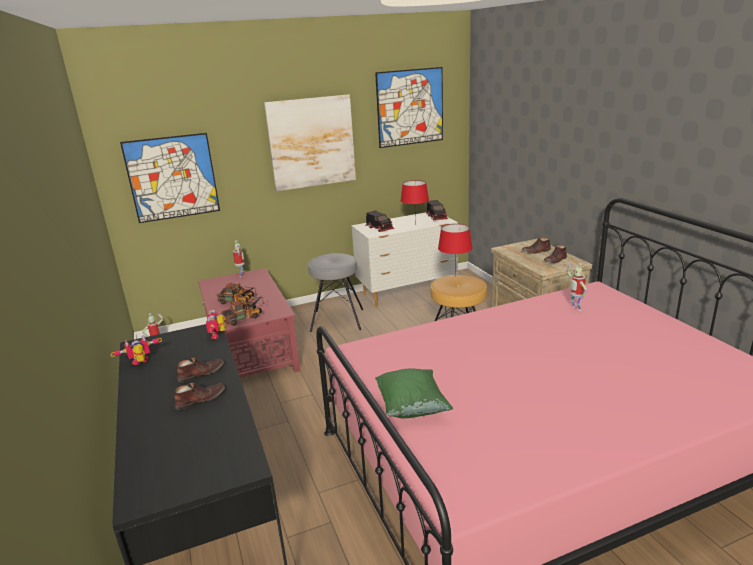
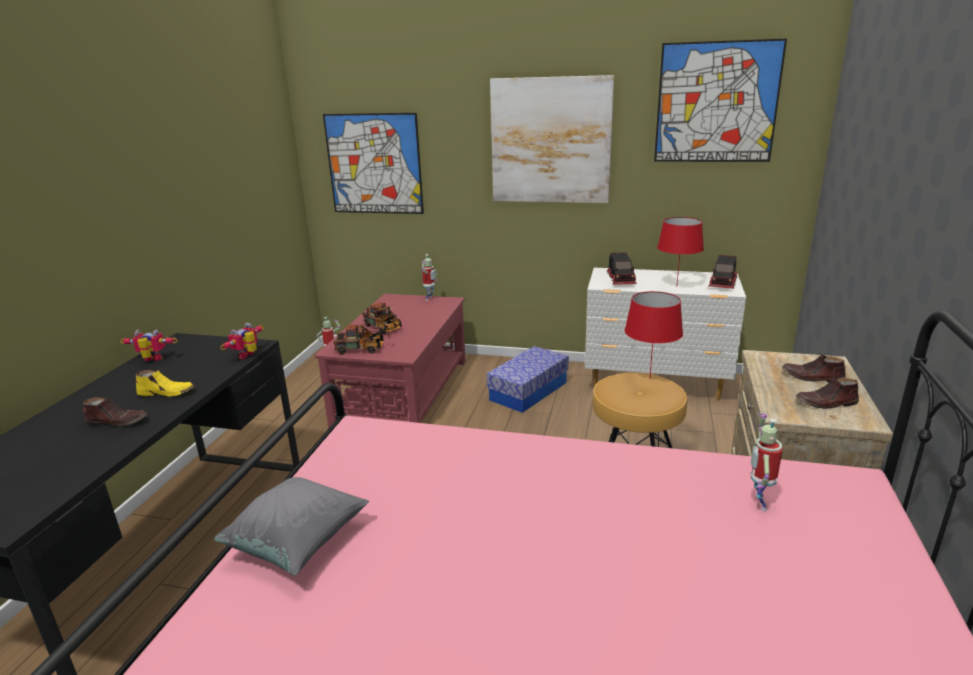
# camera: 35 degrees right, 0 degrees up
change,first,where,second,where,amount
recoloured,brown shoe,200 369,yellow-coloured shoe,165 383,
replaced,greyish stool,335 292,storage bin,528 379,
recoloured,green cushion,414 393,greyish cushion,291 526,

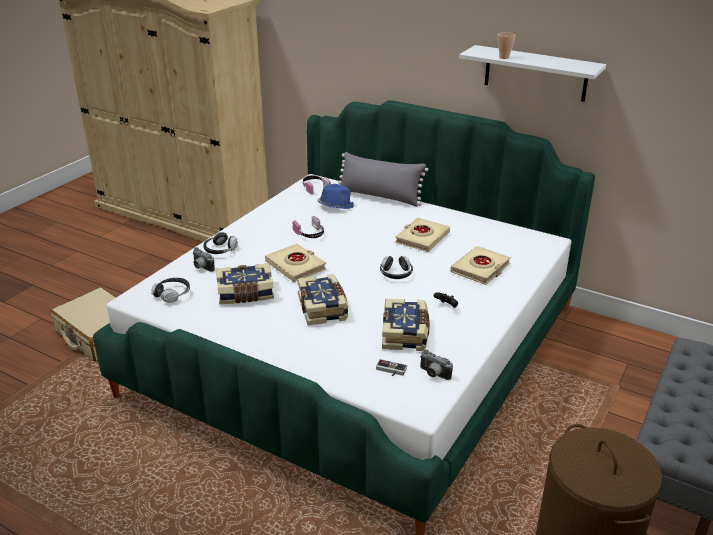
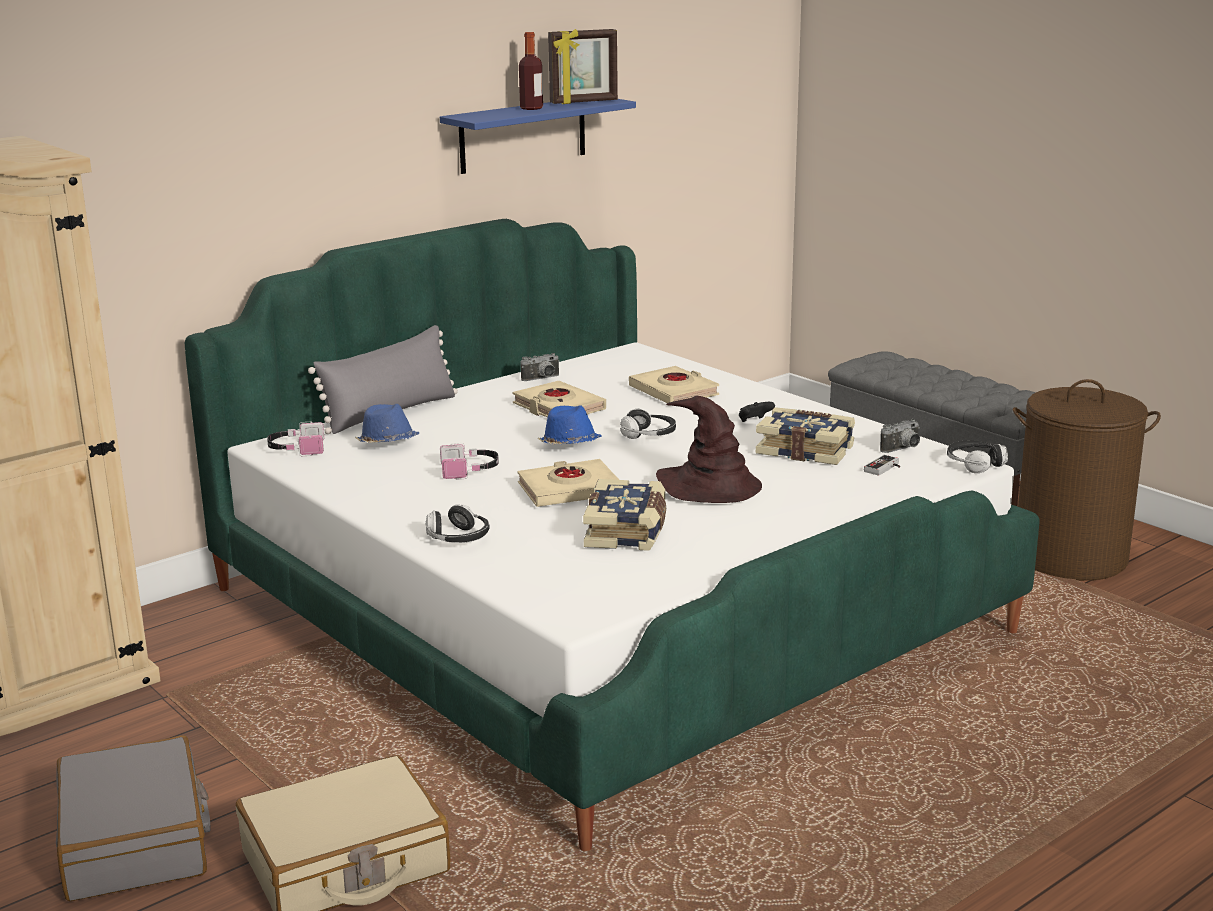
# camera: 70 degrees left, 10 degrees down
change,first,where,second,where,amount
moved,headset,170 290,,977 457,
moved,still camera,204 259,,540 367,
replaced,bound book,322 299,brown clothing hat,709 449,
recoloured,white bracket shelf,532 73,blue bracket shelf,538 136,
removed,small cup,506 45,,,
added,,,greyish suitcase,133 818,
added,,,beverage bottle,531 71,
added,,,blue clothing hat,569 424,
added,,,photo frame,583 66,

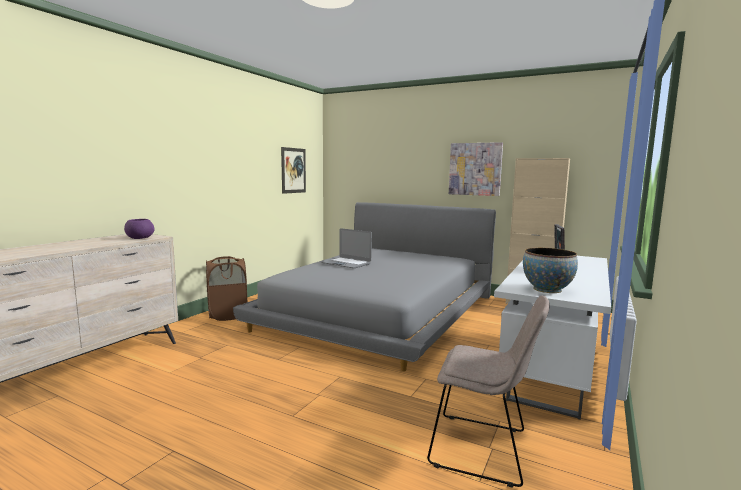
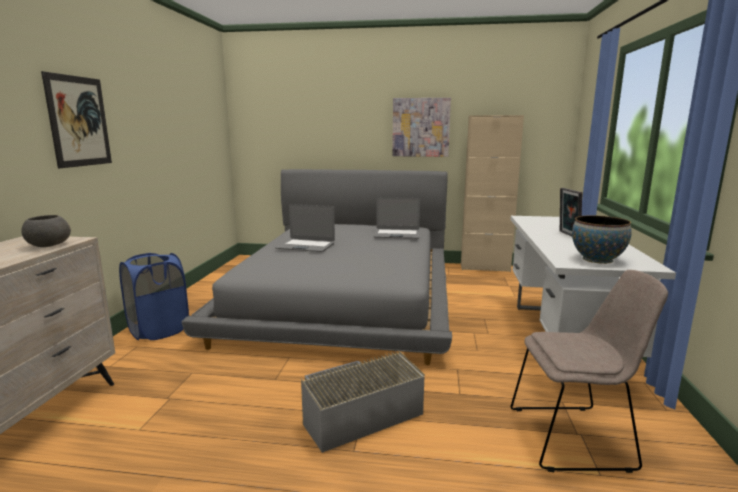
# camera: 20 degrees left, 5 degrees up
change,first,where,second,where,amount
recoloured,purple serving bowl,139 229,greyish serving bowl,46 231,
recoloured,brown washing basket,226 288,blue washing basket,154 296,
moved,wall art,293 170,,76 120,
added,,,greyish storage bin,363 401,
added,,,notebook computer,397 218,

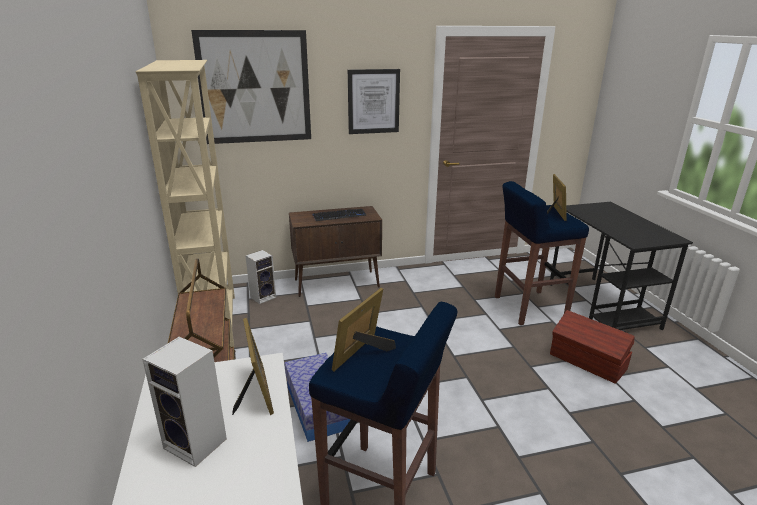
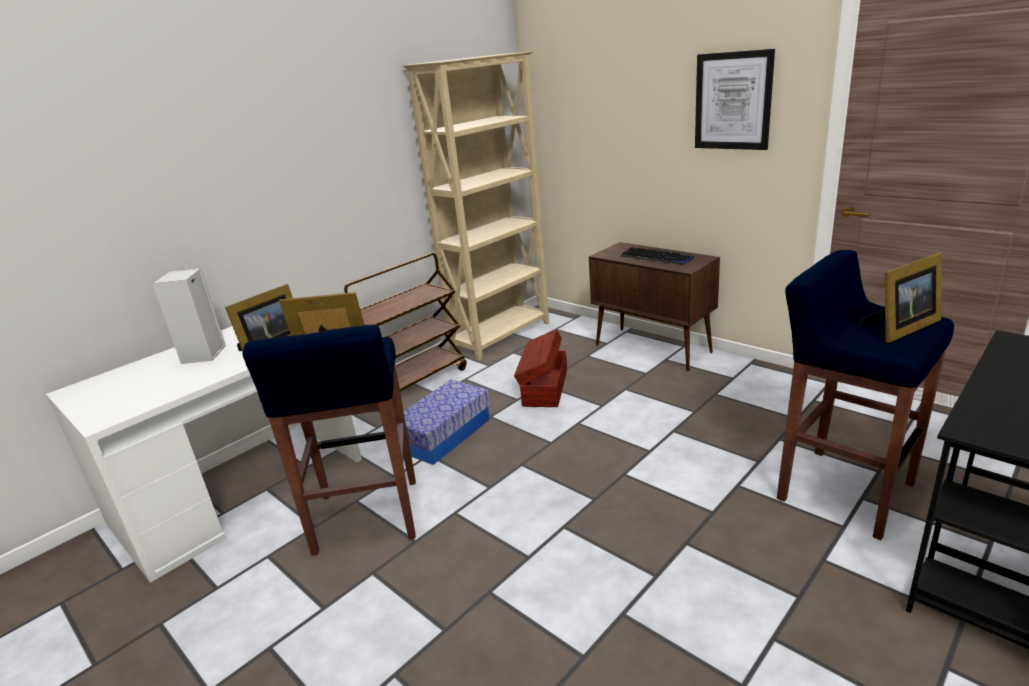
# camera: 60 degrees right, 0 degrees up
change,first,where,second,where,amount
removed,wall art,251 87,,,
removed,audio speaker,260 277,,,
moved,brown storage bin,592 347,,540 368,

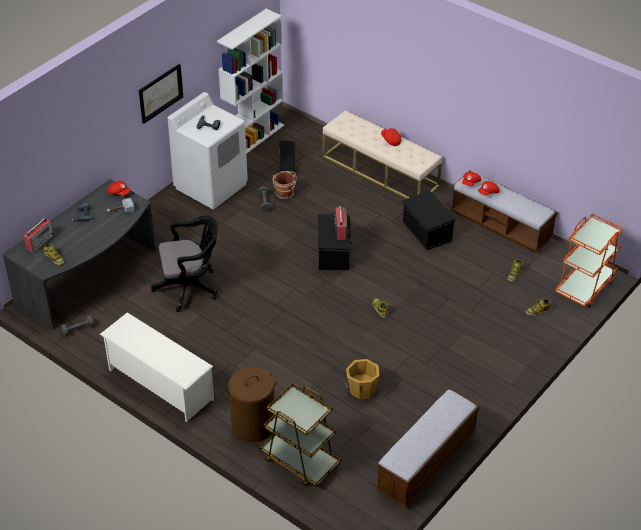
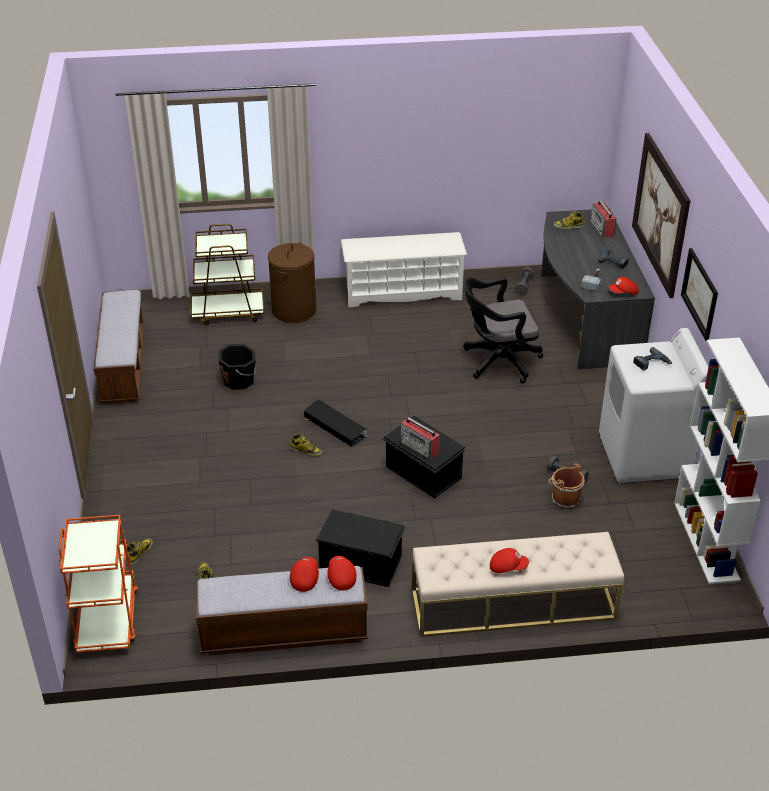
# camera: 135 degrees right, 5 degrees down
change,first,where,second,where,amount
turned,black desk chair,184 263,,503 330,45 degrees clockwise
moved,black storage bin,287 158,,335 423,
recoloured,orange water bucket,363 379,black water bucket,237 367,
added,,,wall art,661 215,

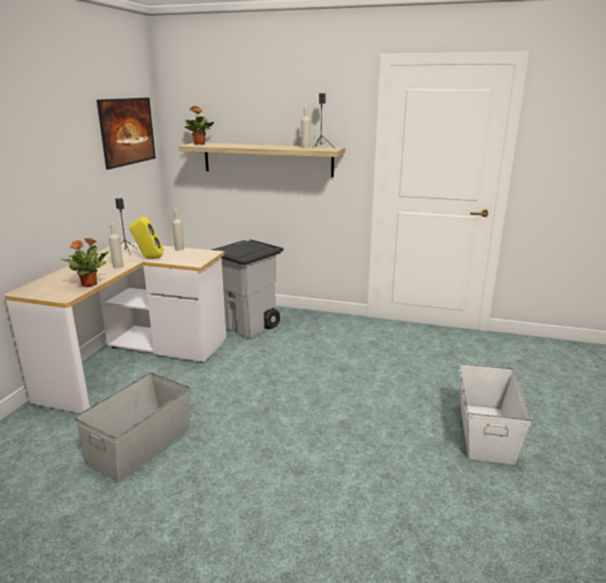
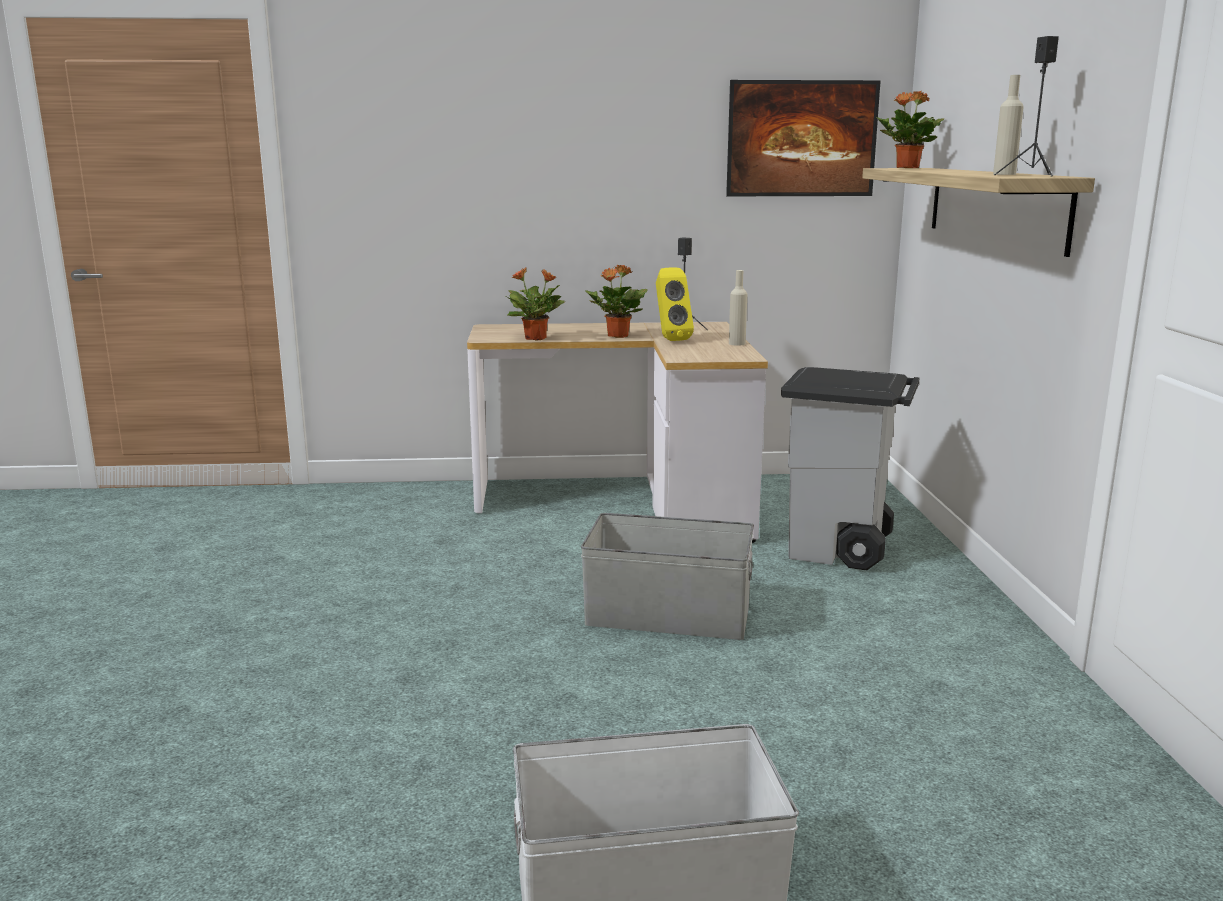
# camera: 70 degrees right, 5 degrees down
change,first,where,second,where,amount
moved,greyish storage bin,132 427,,667 576,
replaced,beige-coloured beverage bottle,116 245,plant in a pot,616 301,

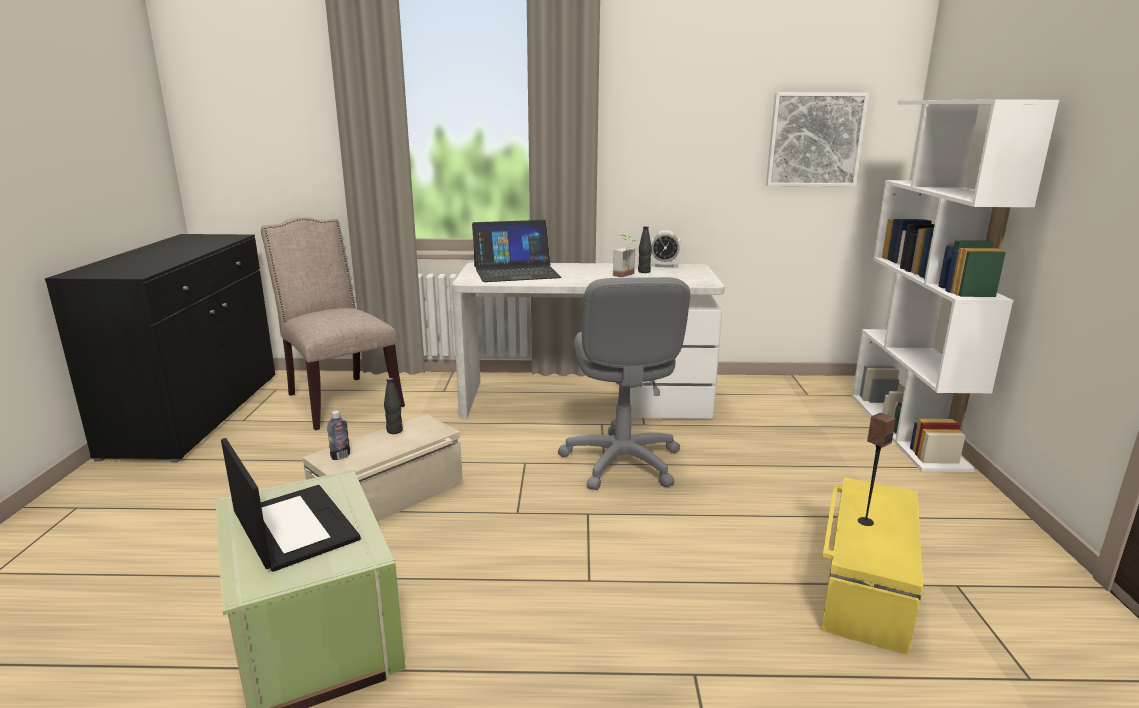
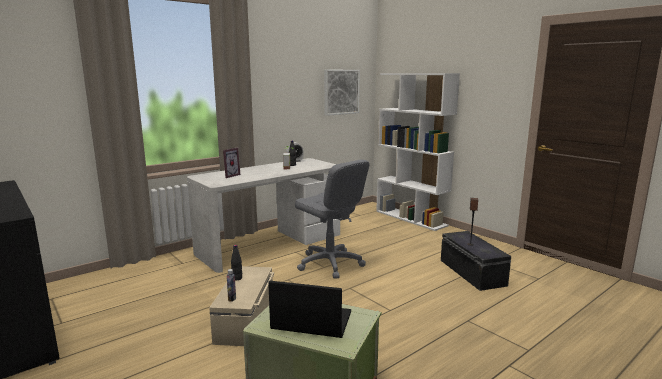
# camera: 40 degrees left, 5 degrees down
change,first,where,second,where,amount
removed,beige-coloured chair,333 323,,,
replaced,notebook computer,516 251,photo frame,231 163,
recoloured,yellow-coloured storage bin,872 566,black storage bin,476 261,

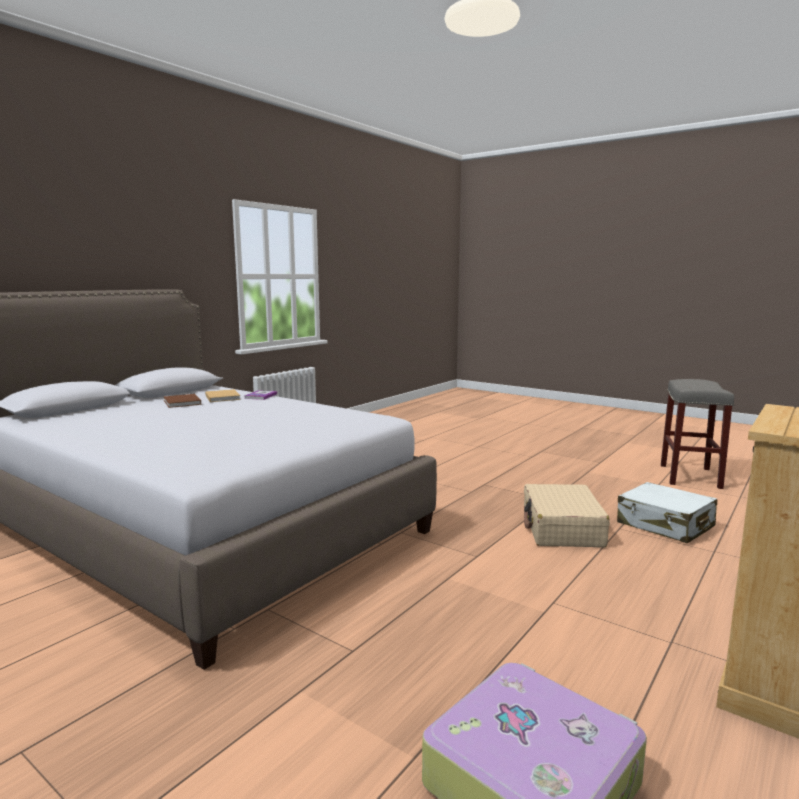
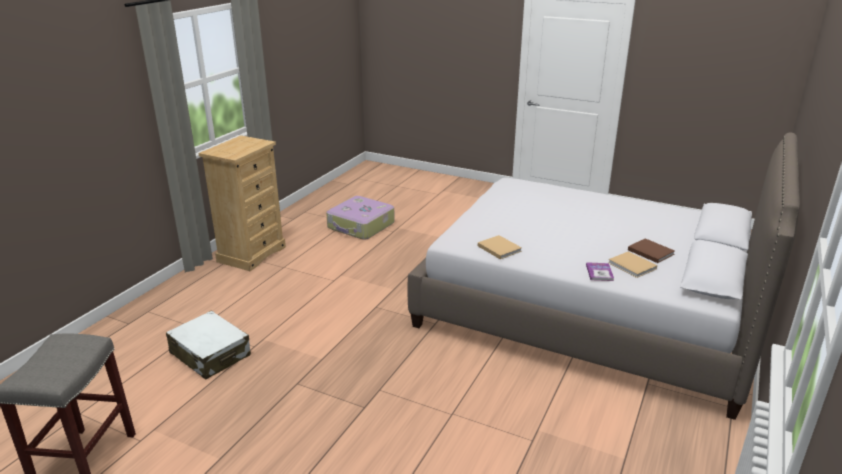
# camera: 170 degrees right, 15 degrees up
change,first,where,second,where,amount
removed,beige-coloured suitcase,567 515,,,
added,,,beige-coloured bound book,500 247,

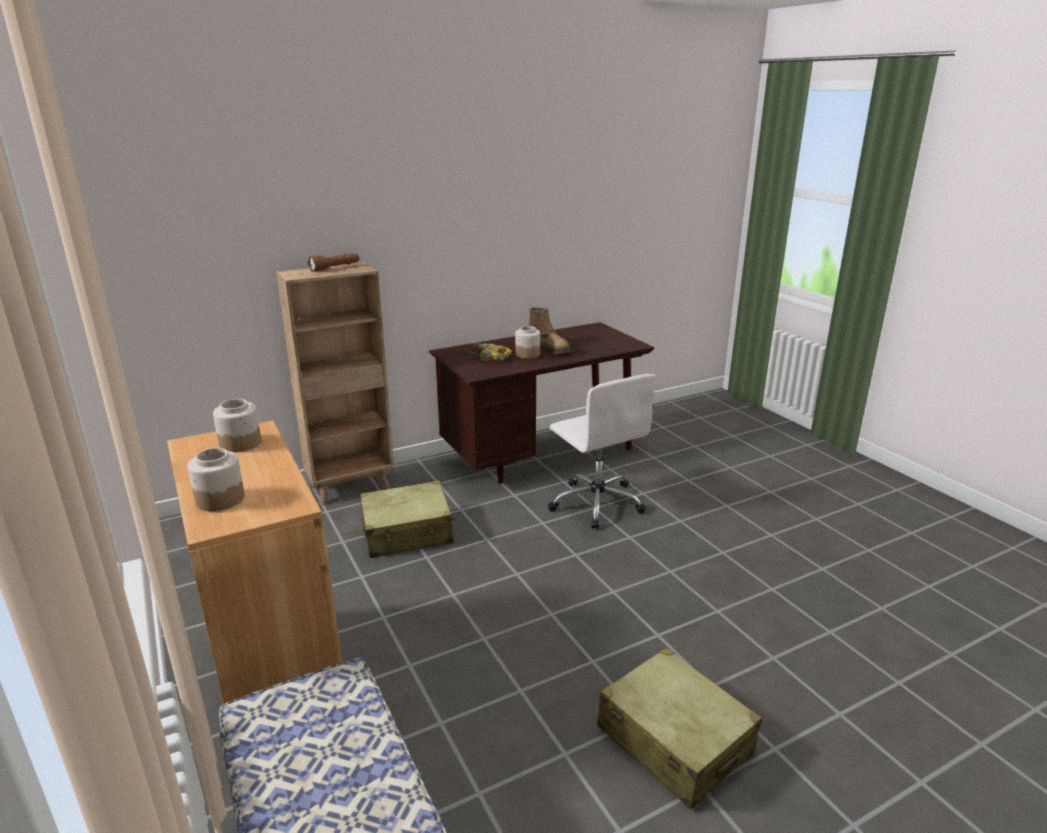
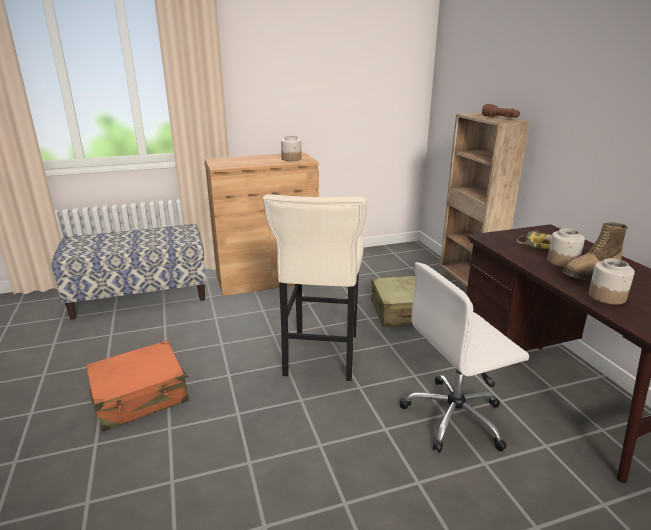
# camera: 100 degrees right, 0 degrees up
change,first,where,second,where,amount
moved,preserve jar,216 479,,611 281,
recoloured,beige-coloured suitcase,679 728,orange suitcase,137 386,
added,,,beige-coloured stool,315 287,

